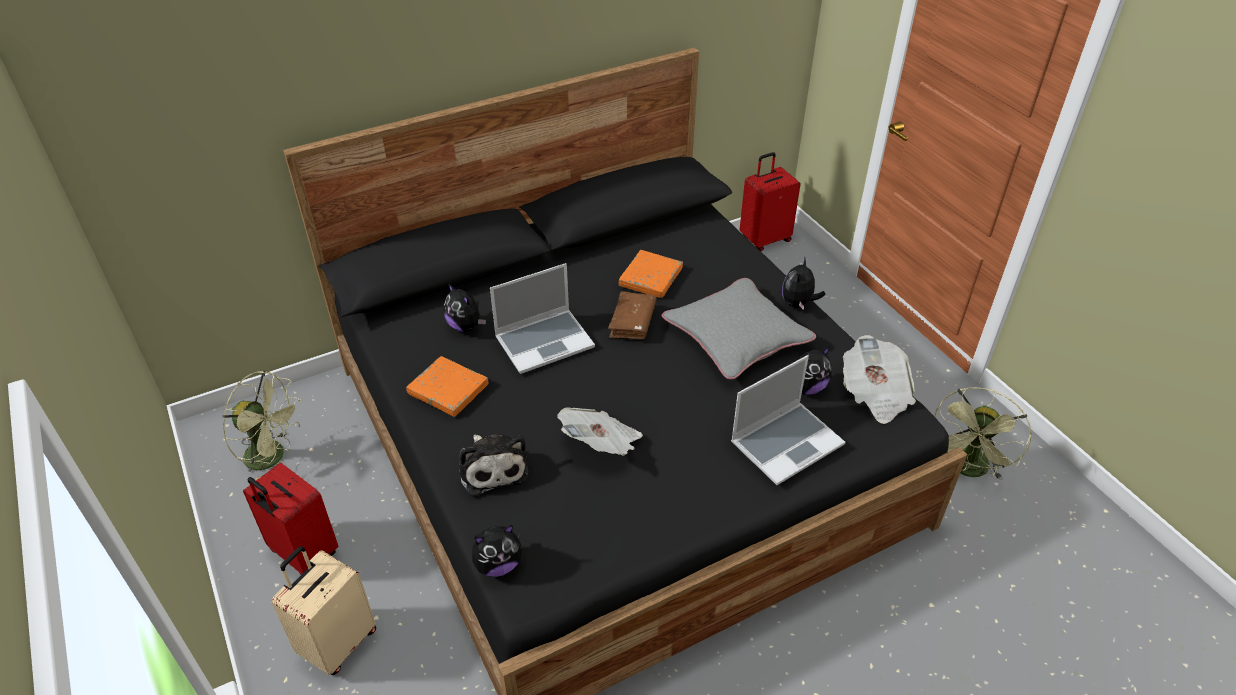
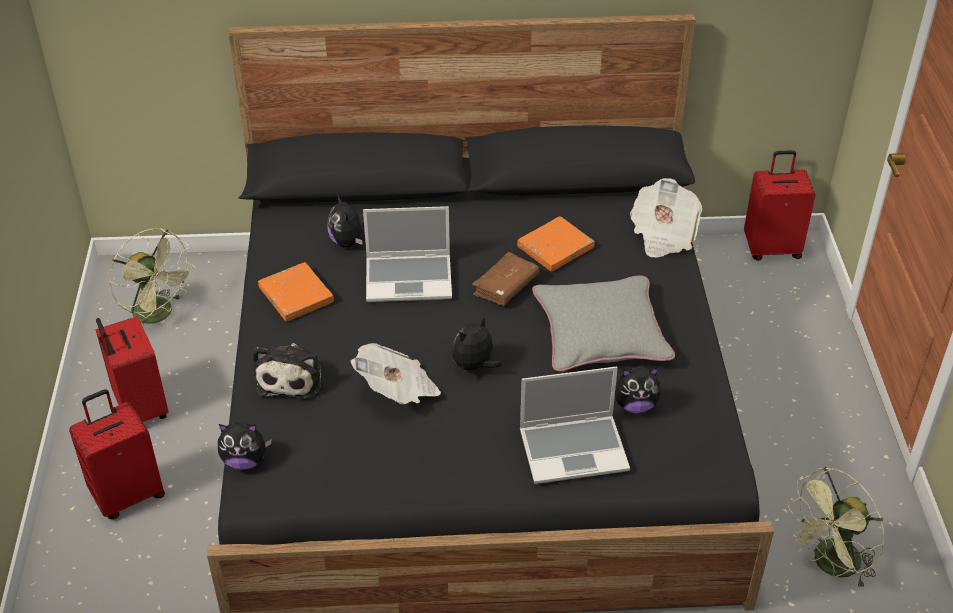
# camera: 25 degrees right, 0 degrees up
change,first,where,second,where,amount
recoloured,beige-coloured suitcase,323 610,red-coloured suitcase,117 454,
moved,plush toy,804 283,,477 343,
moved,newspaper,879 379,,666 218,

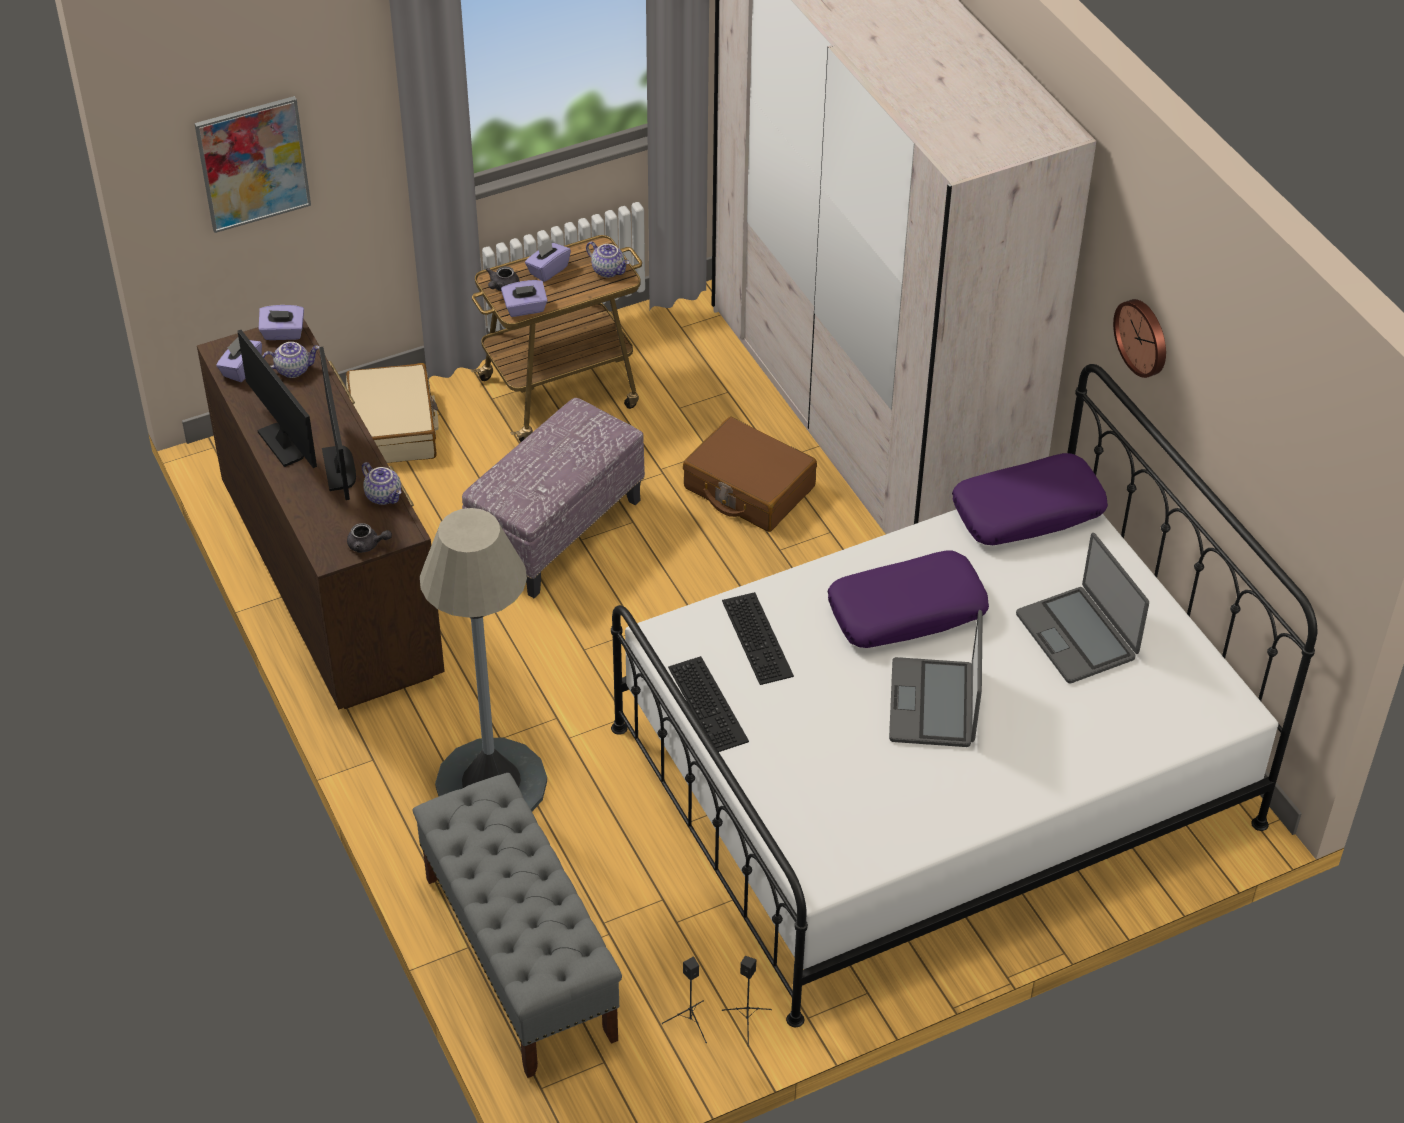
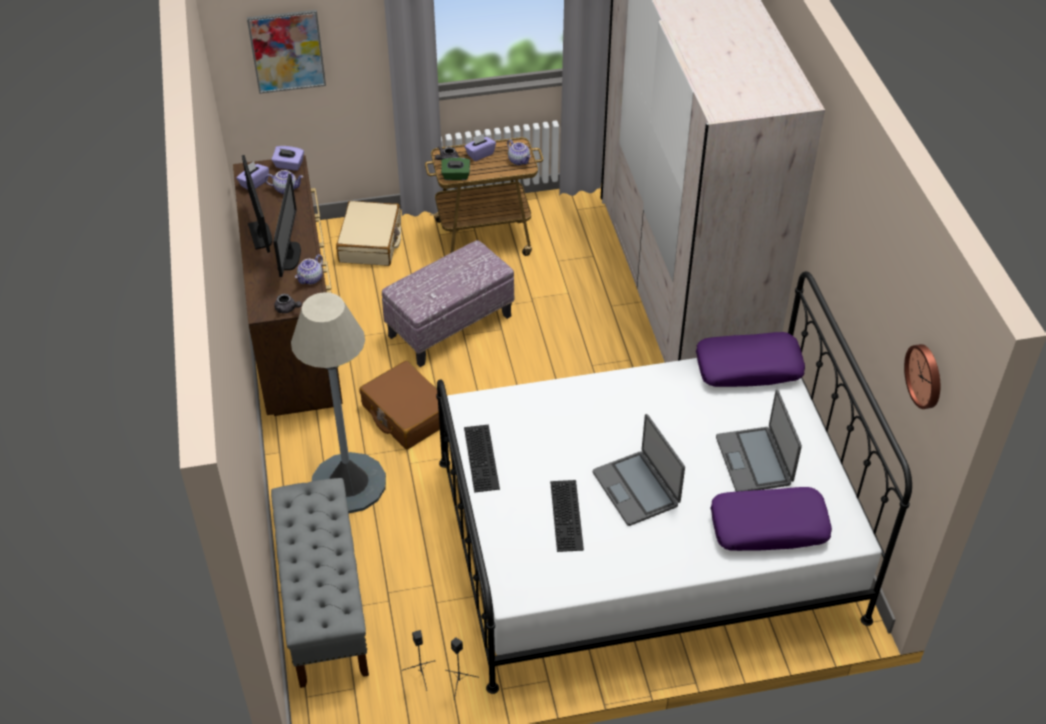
# camera: 15 degrees right, 0 degrees up
change,first,where,second,where,amount
turned,pot for tea,381 483,,309 269,60 degrees clockwise
recoloured,purple tissue holder,524 298,green tissue holder,455 168,
moved,brown suitcase,750 474,,399 405,
moved,keyboard,758 638,,567 516,
moved,purple cushion,908 599,,771 519,
turned,notebook computer,936 678,,639 470,45 degrees counterclockwise
moved,wall clock,1139 338,,922 376,

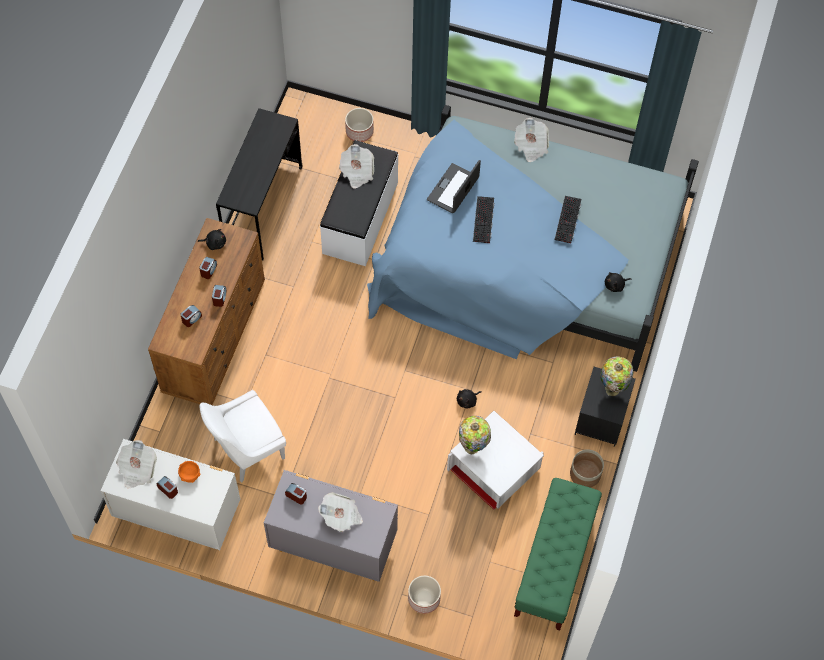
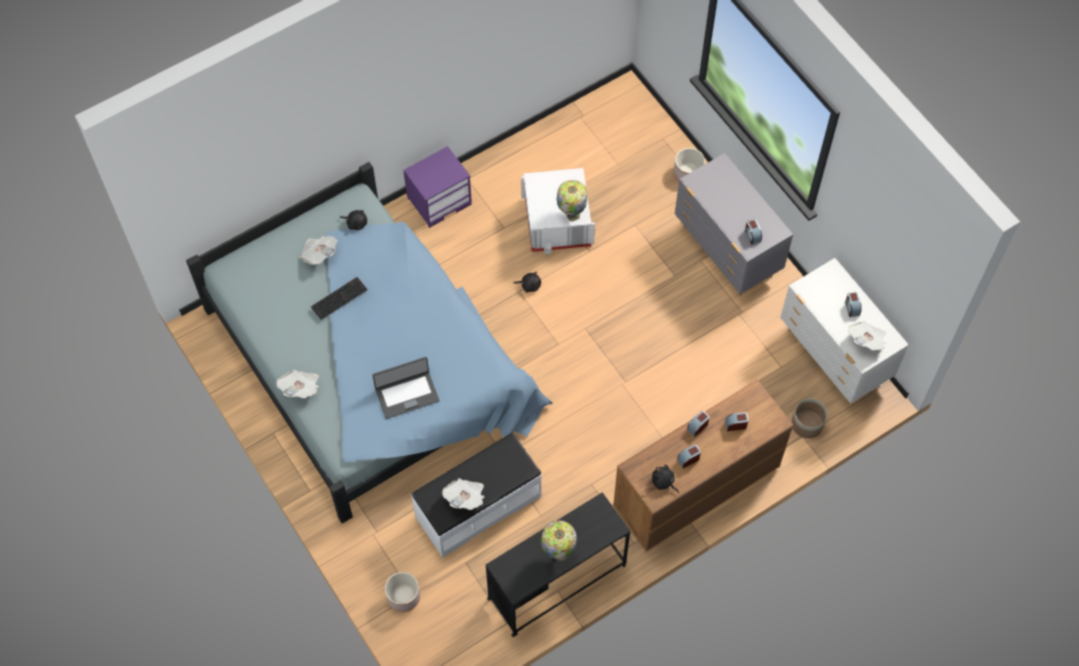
# camera: 140 degrees left, 0 degrees up
change,first,where,second,where,amount
removed,orange serving bowl,189 472,,,
removed,white chair,242 436,,,
moved,newspaper,340 512,,318 250,
removed,keyboard,483 219,,,
removed,green bench,558 554,,,
moved,flower pot,587 468,,809 418,
recoloured,black nightstand,605 407,purple nightstand,437 187,
moved,table lamp,616 376,,559 540,

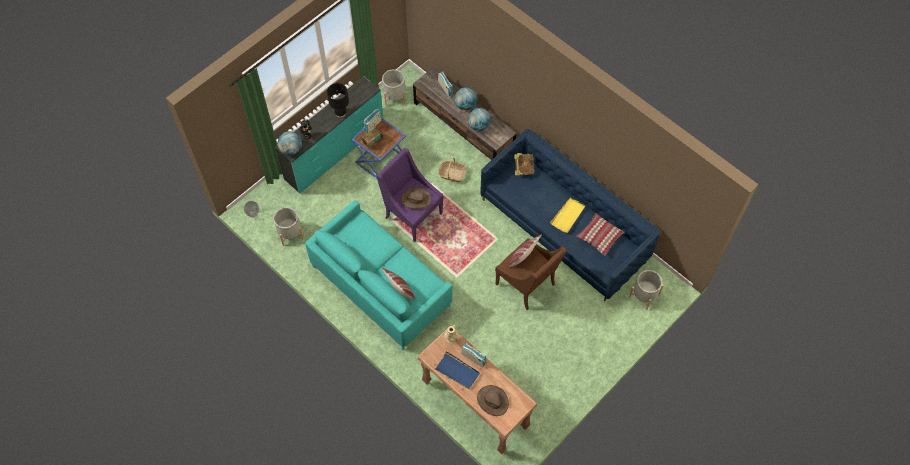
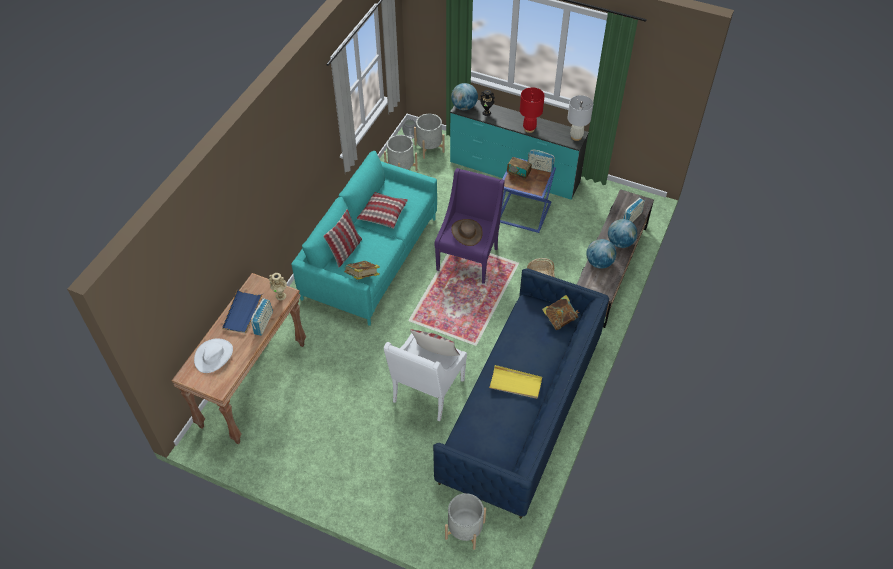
# camera: 70 degrees right, 10 degrees down
change,first,where,second,where,amount
recoloured,black table lamp,338 100,red-coloured table lamp,532 110,
moved,greyish flower pot,394 87,,429 136,
recoloured,brown clothing hat,493 400,white clothing hat,213 355,
recoloured,brown easy chair,531 274,white easy chair,425 377,
moved,cushion,600 234,,382 210,
added,,,bound book,362 270,
added,,,white table lamp,580 118,

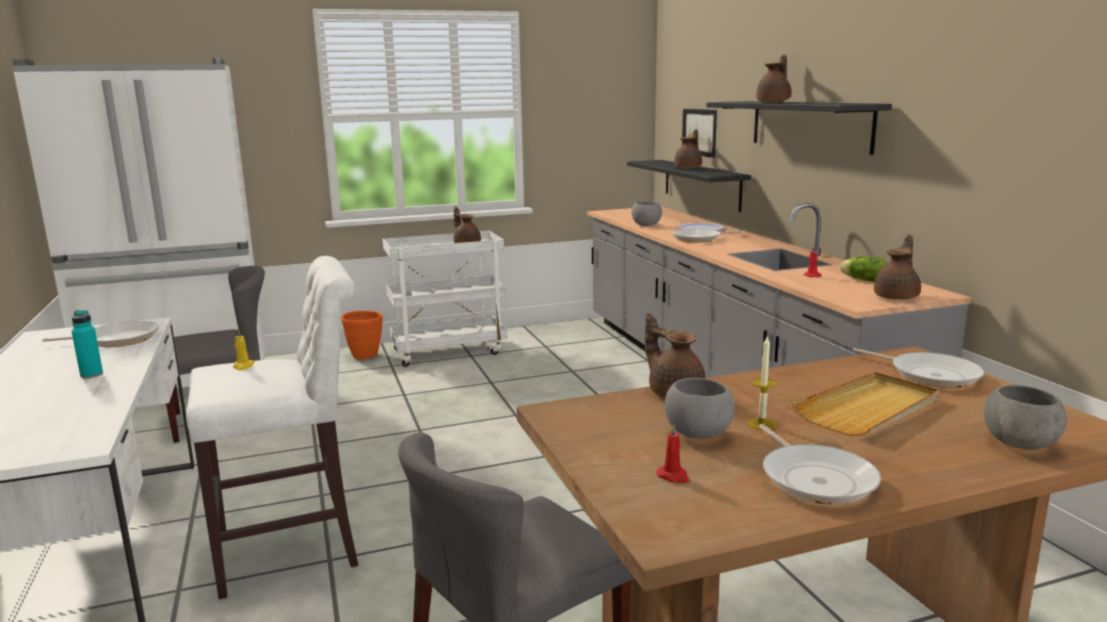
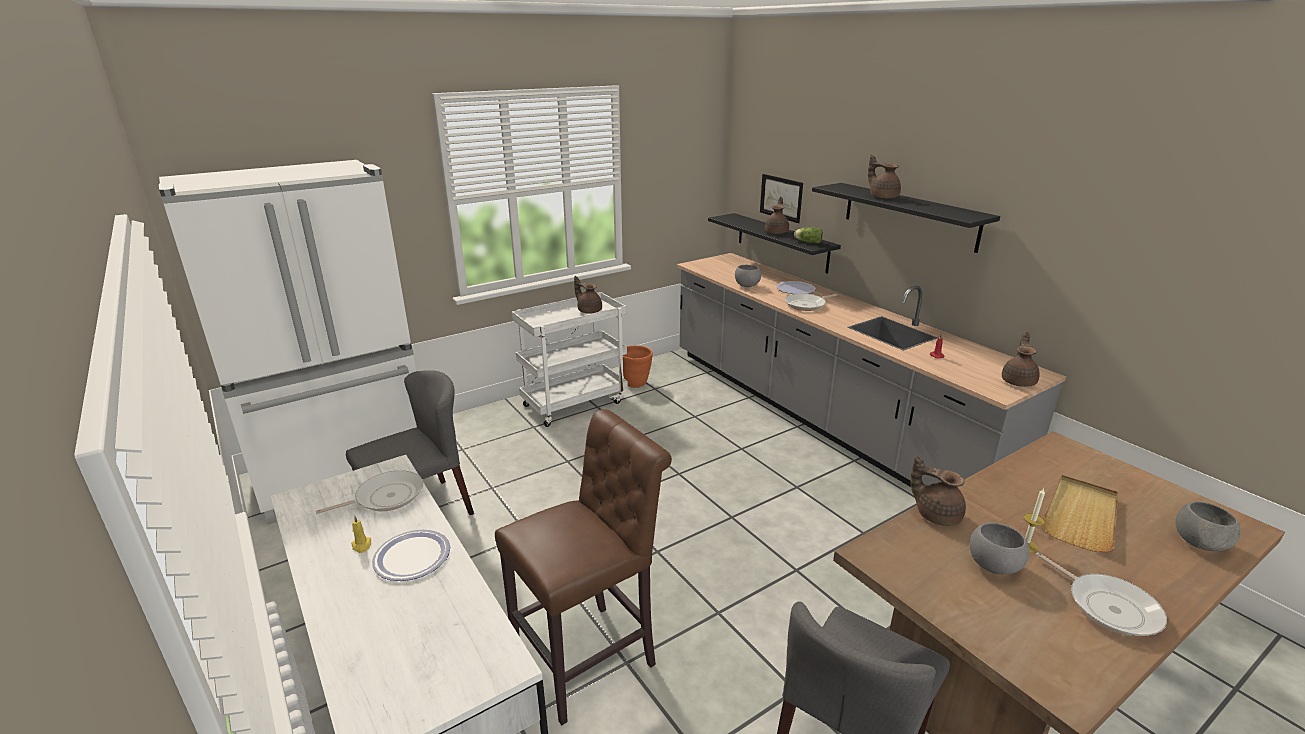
# camera: 15 degrees left, 10 degrees up
change,first,where,second,where,amount
replaced,turquoise beverage bottle,87 344,dinner plate,411 555,
recoloured,white stool,272 427,brown stool,583 567,
moved,yellow-coloured candle,244 349,,361 534,
moved,orange flower pot,362 335,,638 366,
removed,red-coloured candle,672 453,,,
turned,brown pot for tea,774 78,,884 176,60 degrees counterclockwise
moved,lettuce,863 269,,808 235,
removed,pan,918 368,,,

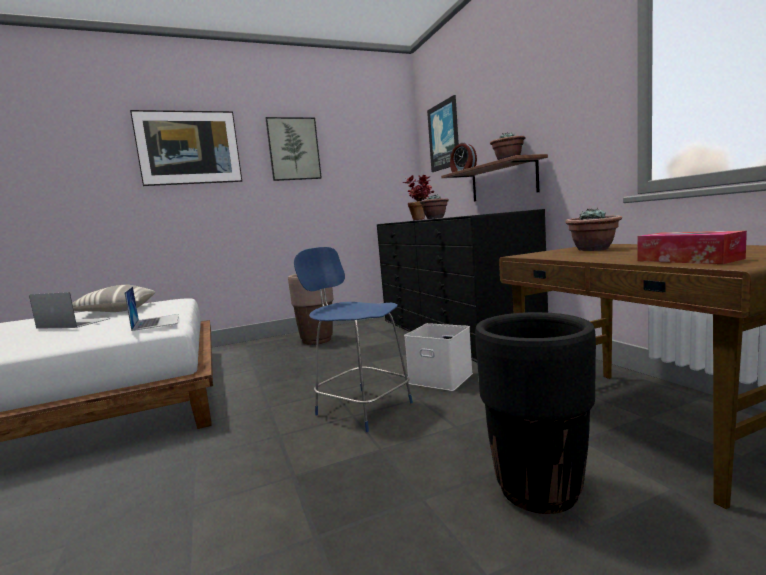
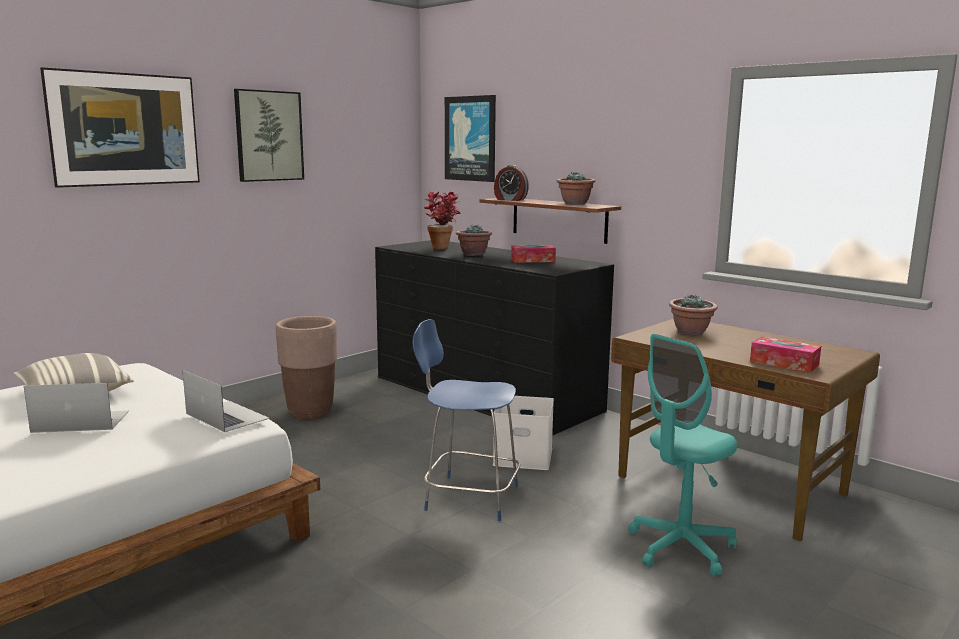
# camera: 25 degrees left, 5 degrees up
change,first,where,second,where,amount
replaced,black flower pot,535 413,turquoise desk chair,682 455,
added,,,tissue holder,533 254,

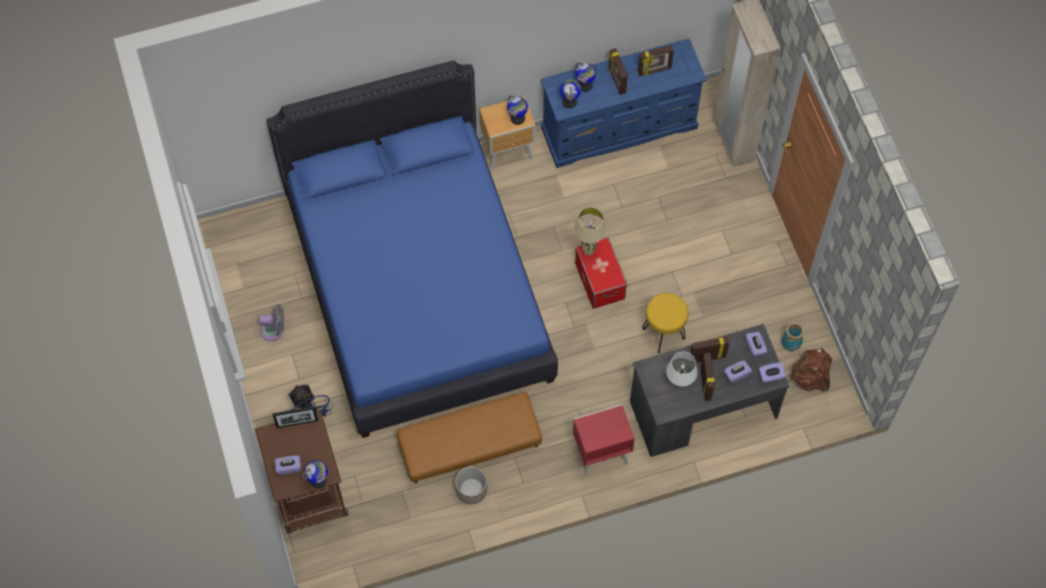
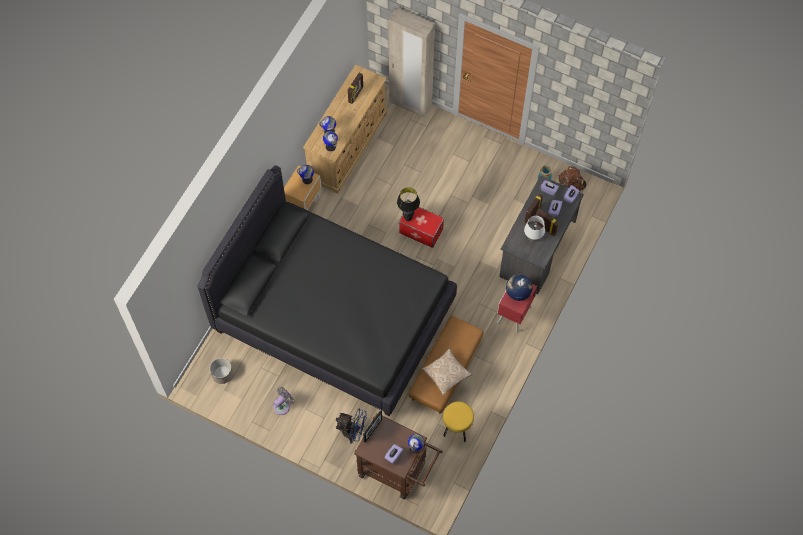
# camera: 45 degrees left, 0 degrees up
change,first,where,second,where,amount
recoloured,blue bed,412 249,black bed,327 291,
moved,flower pot,471 485,,221 371,
recoloured,blue dresser,624 103,beige-coloured dresser,345 129,
recoloured,beige-coloured table lamp,590 231,black table lamp,408 204,
removed,photo frame,618 71,,,
moved,yellow-coloured stool,665 323,,458 422,
added,,,cushion,447 372,
added,,,world globe,519 288,

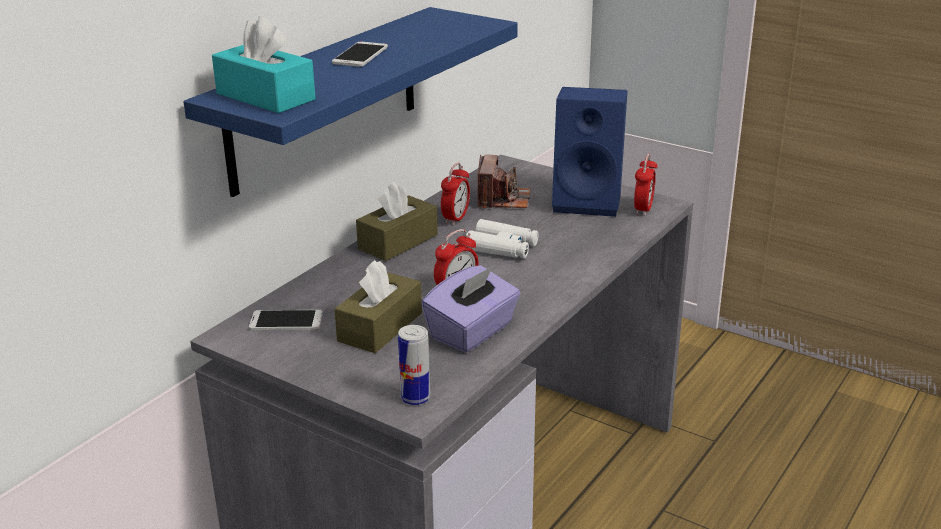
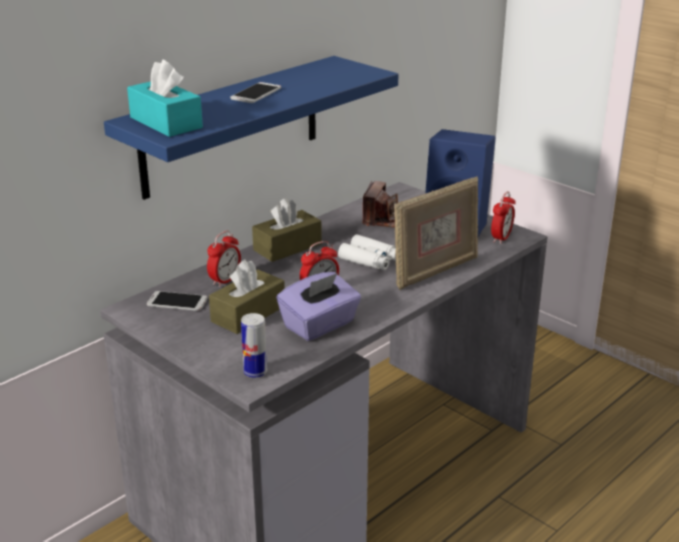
# camera: 10 degrees right, 0 degrees up
change,first,where,second,where,amount
moved,bedside clock,455 194,,224 259,
added,,,photo frame,436 233,

